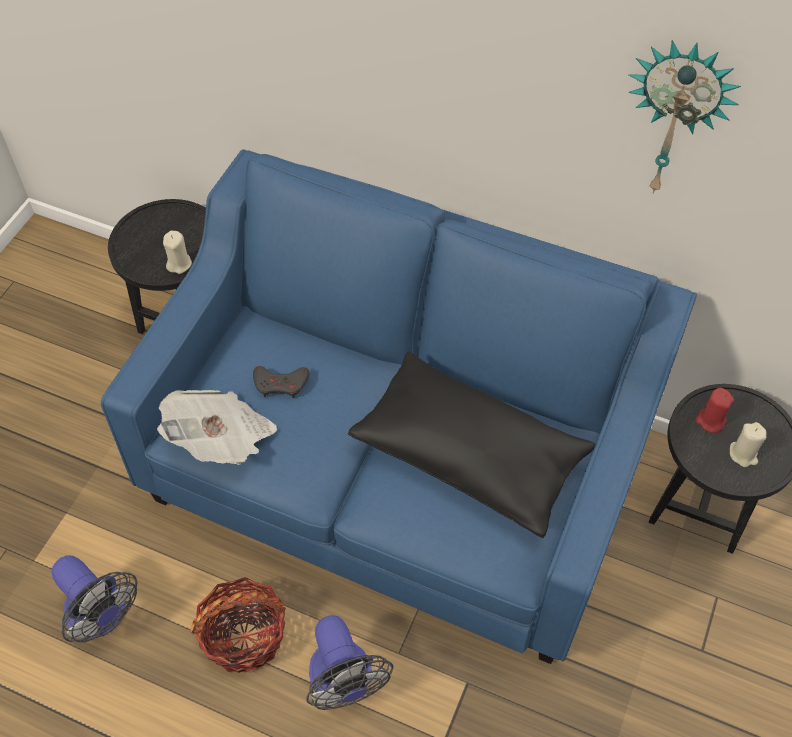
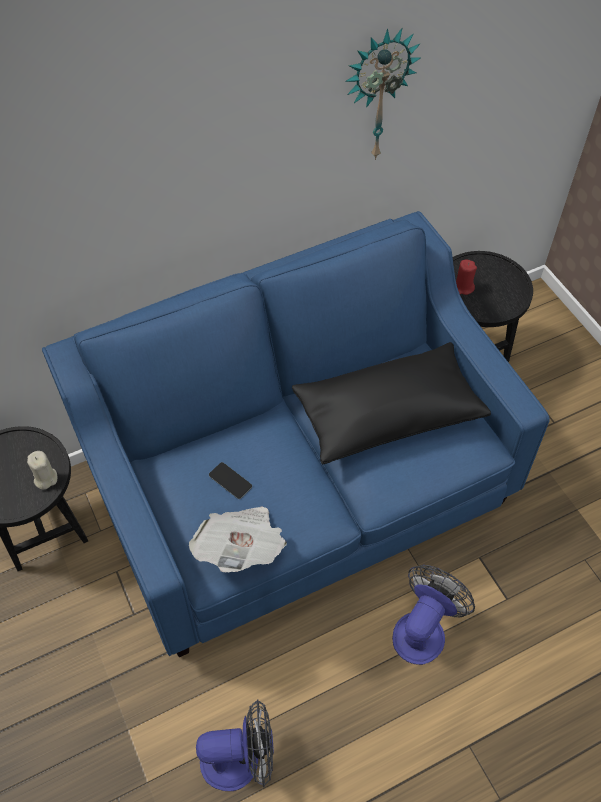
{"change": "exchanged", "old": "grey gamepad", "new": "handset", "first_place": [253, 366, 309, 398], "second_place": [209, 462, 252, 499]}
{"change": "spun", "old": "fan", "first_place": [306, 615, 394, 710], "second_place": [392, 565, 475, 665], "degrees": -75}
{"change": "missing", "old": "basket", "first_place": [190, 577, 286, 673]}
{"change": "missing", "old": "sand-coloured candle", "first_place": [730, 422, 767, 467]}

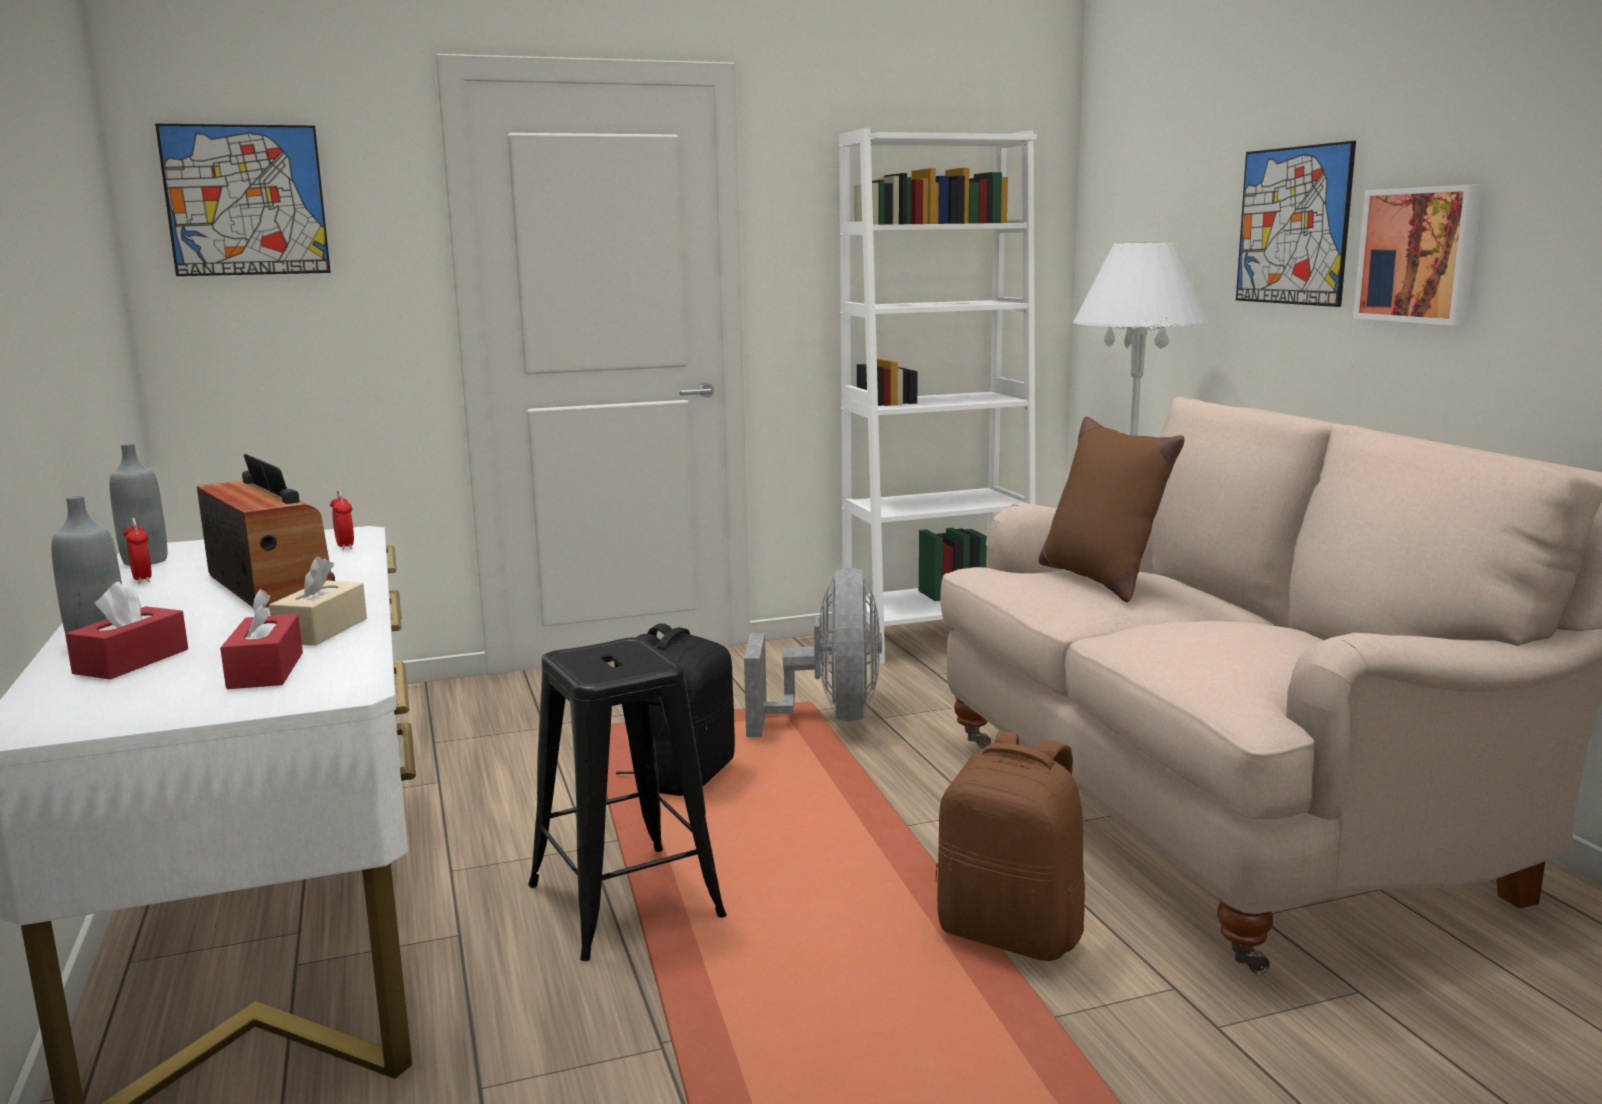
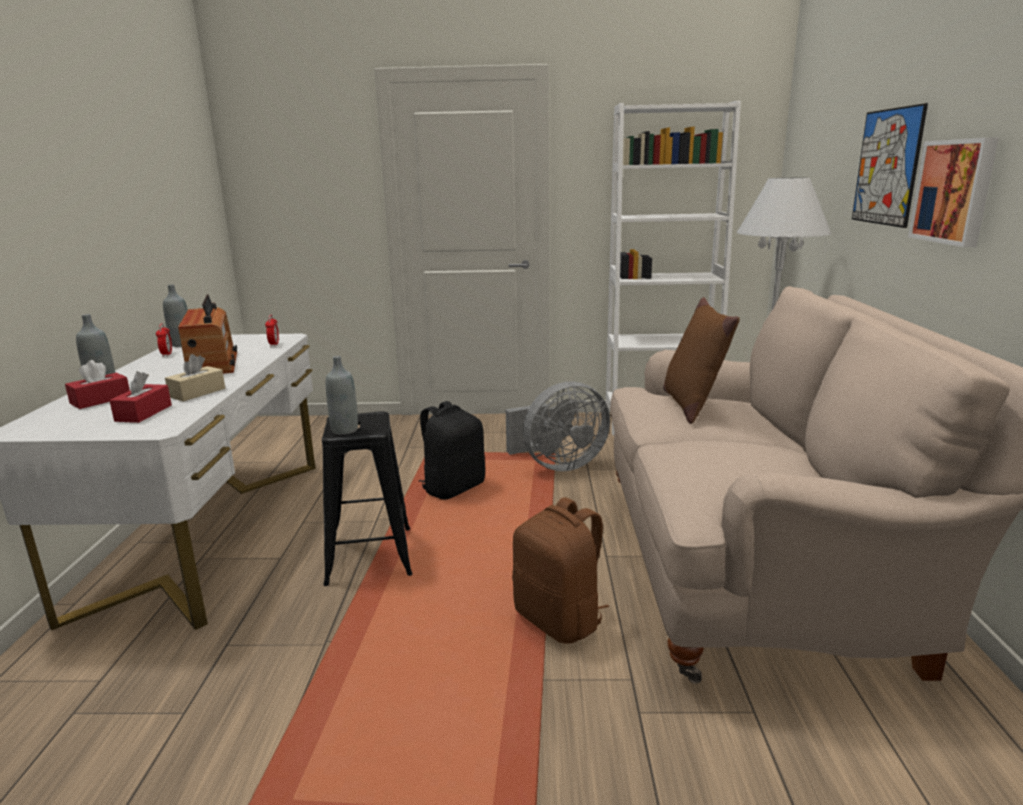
{"change": "appeared", "new": "grey bottle", "second_place": [326, 356, 358, 435]}
{"change": "spun", "old": "grey fan", "first_place": [744, 568, 882, 737], "second_place": [506, 381, 610, 471], "degrees": 45}
{"change": "missing", "old": "wall picture", "first_place": [155, 124, 331, 276]}

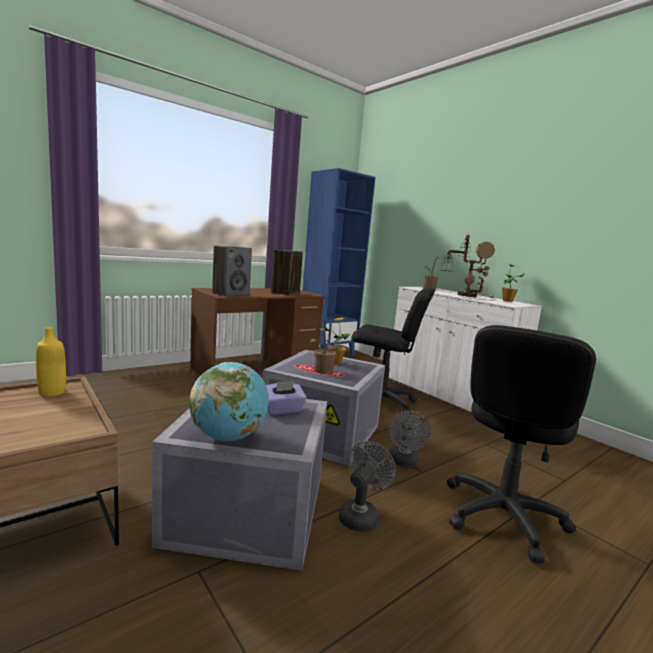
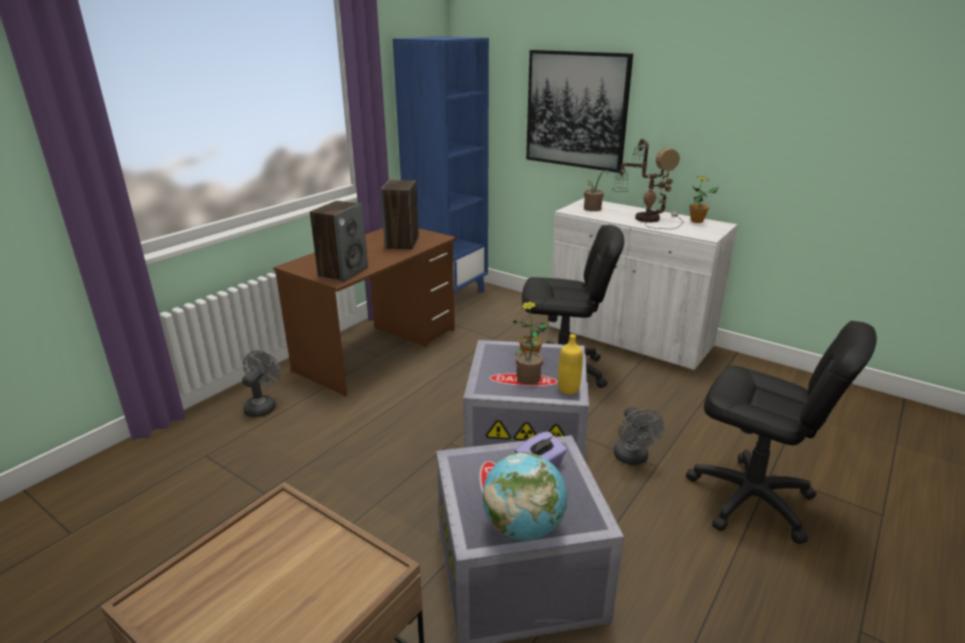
{"change": "relocated", "old": "grey fan", "first_place": [339, 441, 396, 532], "second_place": [242, 350, 281, 417]}
{"change": "appeared", "new": "wall picture", "second_place": [526, 50, 633, 173]}
{"change": "relocated", "old": "yellow-coloured bottle", "first_place": [36, 327, 66, 396], "second_place": [558, 334, 583, 395]}
{"change": "spun", "old": "black-coloured computer chair", "first_place": [447, 325, 596, 563], "second_place": [686, 321, 877, 544], "degrees": -75}

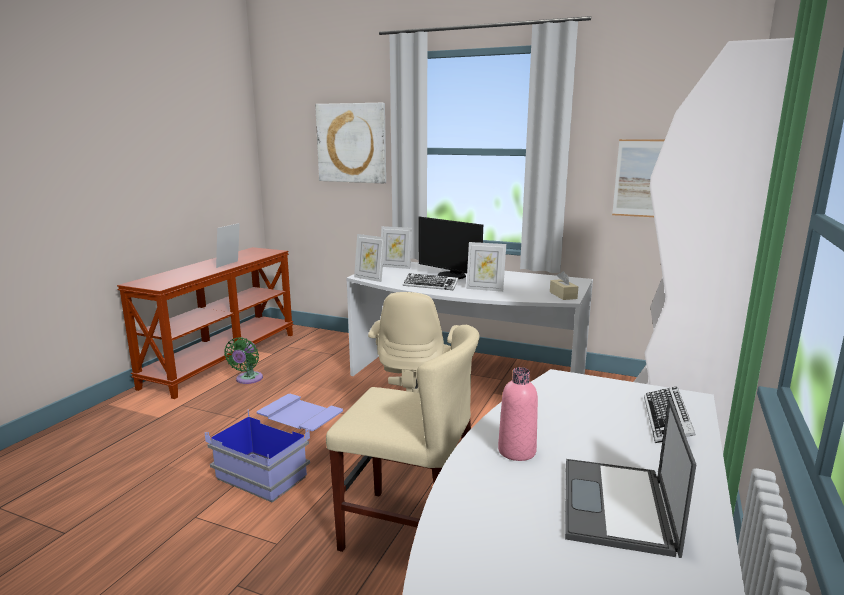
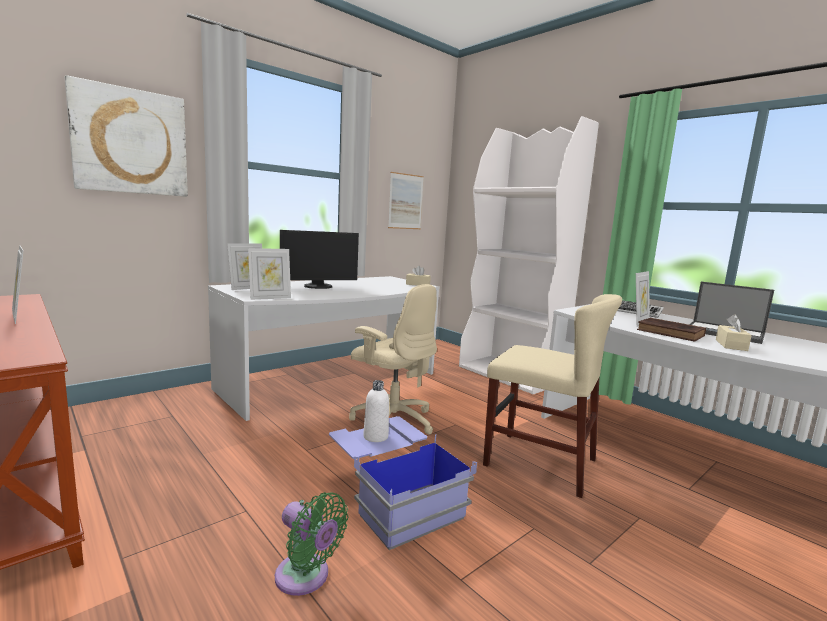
{"change": "relocated", "old": "green fan", "first_place": [224, 337, 263, 384], "second_place": [275, 492, 348, 596]}
{"change": "appeared", "new": "white bottle", "second_place": [363, 380, 389, 442]}
{"change": "spun", "old": "sand-coloured plain chair", "first_place": [326, 325, 479, 552], "second_place": [483, 294, 622, 498], "degrees": 75}
{"change": "relocated", "old": "picture frame", "first_place": [466, 242, 506, 292], "second_place": [636, 271, 650, 327]}
{"change": "exchanged", "old": "pinkish bottle", "new": "brown volume", "first_place": [498, 367, 538, 461], "second_place": [637, 318, 706, 341]}
{"change": "appeared", "new": "sand-coloured tissue holder", "second_place": [716, 314, 752, 351]}
{"change": "missing", "old": "computer keyboard", "first_place": [403, 273, 459, 290]}

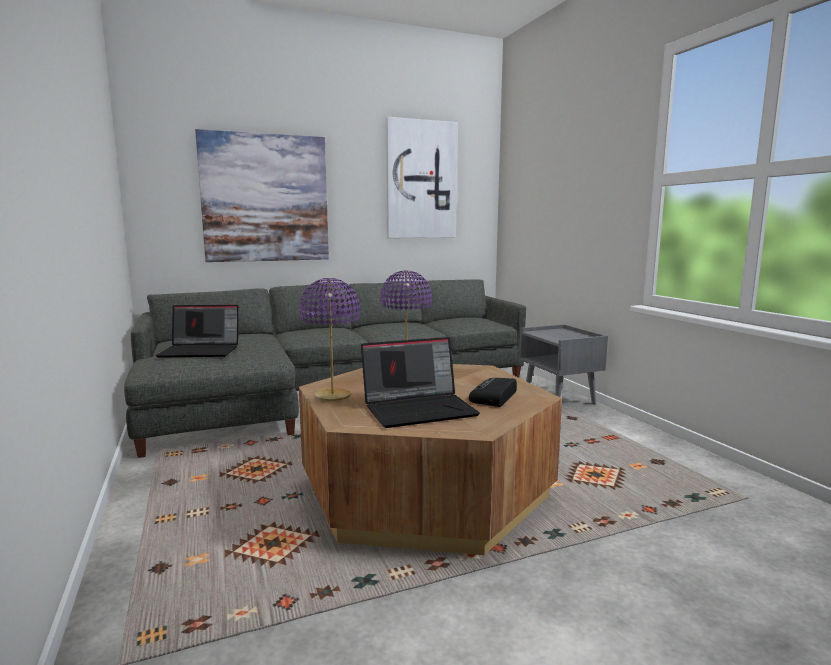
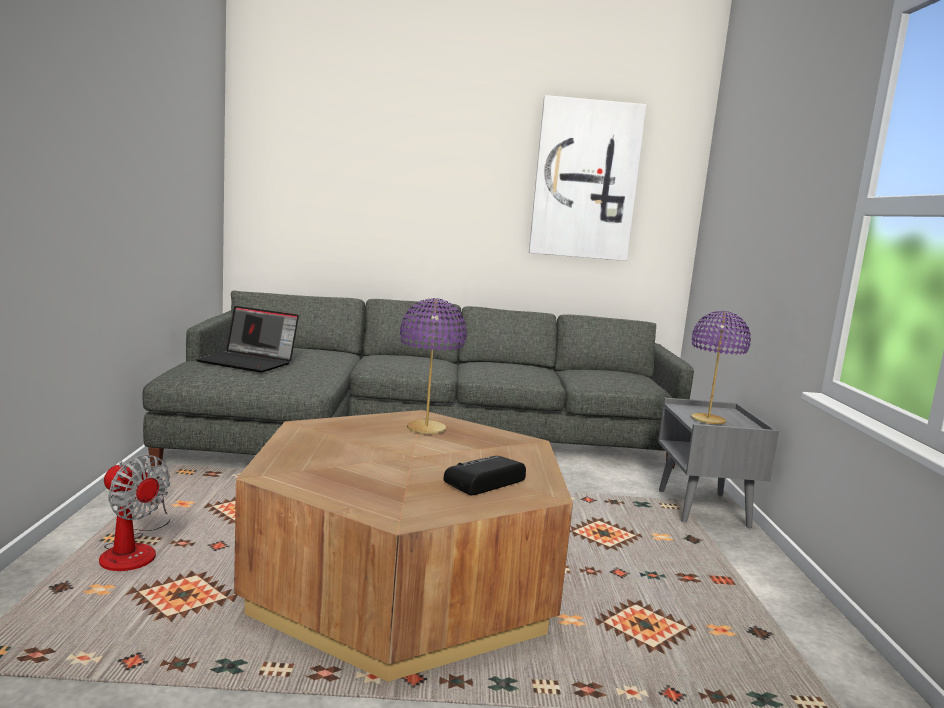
{"change": "appeared", "new": "fan", "second_place": [99, 455, 170, 571]}
{"change": "relocated", "old": "purple lamp for a table", "first_place": [299, 278, 360, 401], "second_place": [691, 311, 751, 424]}
{"change": "missing", "old": "wall picture", "first_place": [195, 129, 329, 262]}
{"change": "missing", "old": "notebook computer", "first_place": [361, 337, 480, 428]}

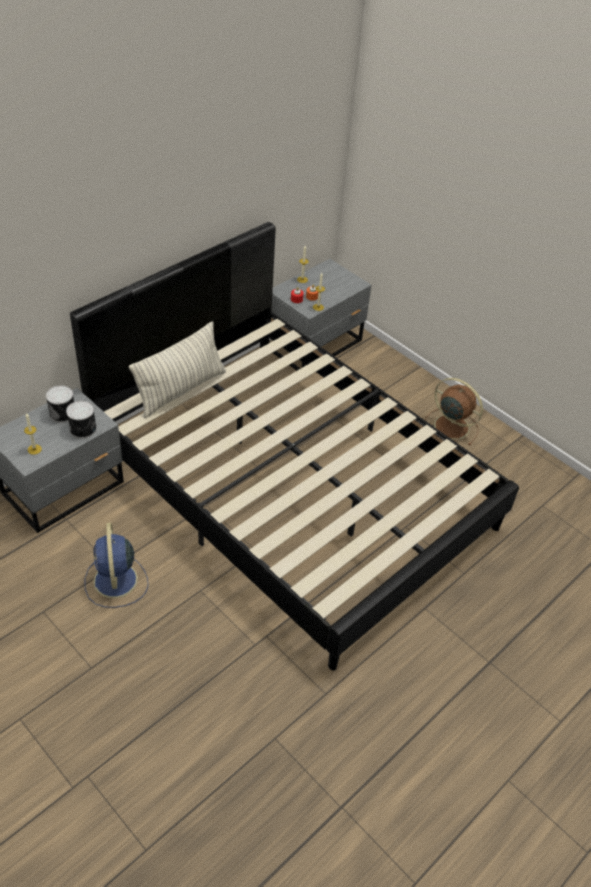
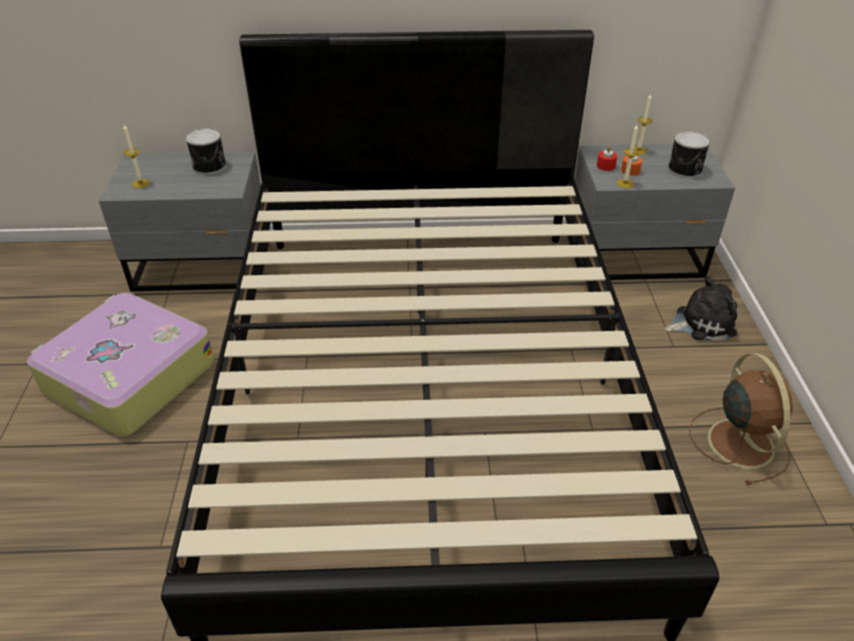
{"change": "exchanged", "old": "blue-coloured fan", "new": "travel case", "first_place": [85, 523, 148, 608], "second_place": [27, 293, 215, 437]}
{"change": "appeared", "new": "cuddly toy", "second_place": [664, 276, 738, 341]}
{"change": "relocated", "old": "sealed can", "first_place": [66, 401, 97, 439], "second_place": [668, 131, 710, 178]}
{"change": "missing", "old": "throw pillow", "first_place": [129, 321, 226, 418]}

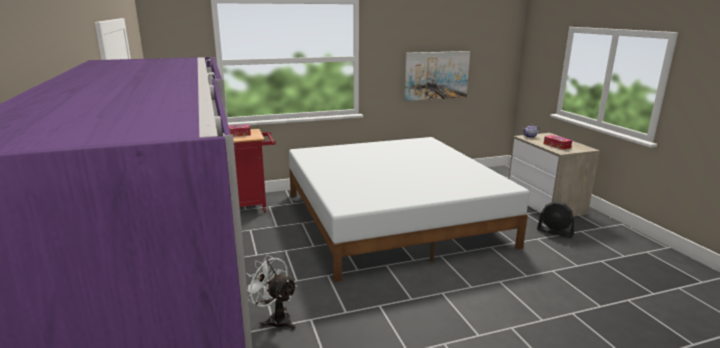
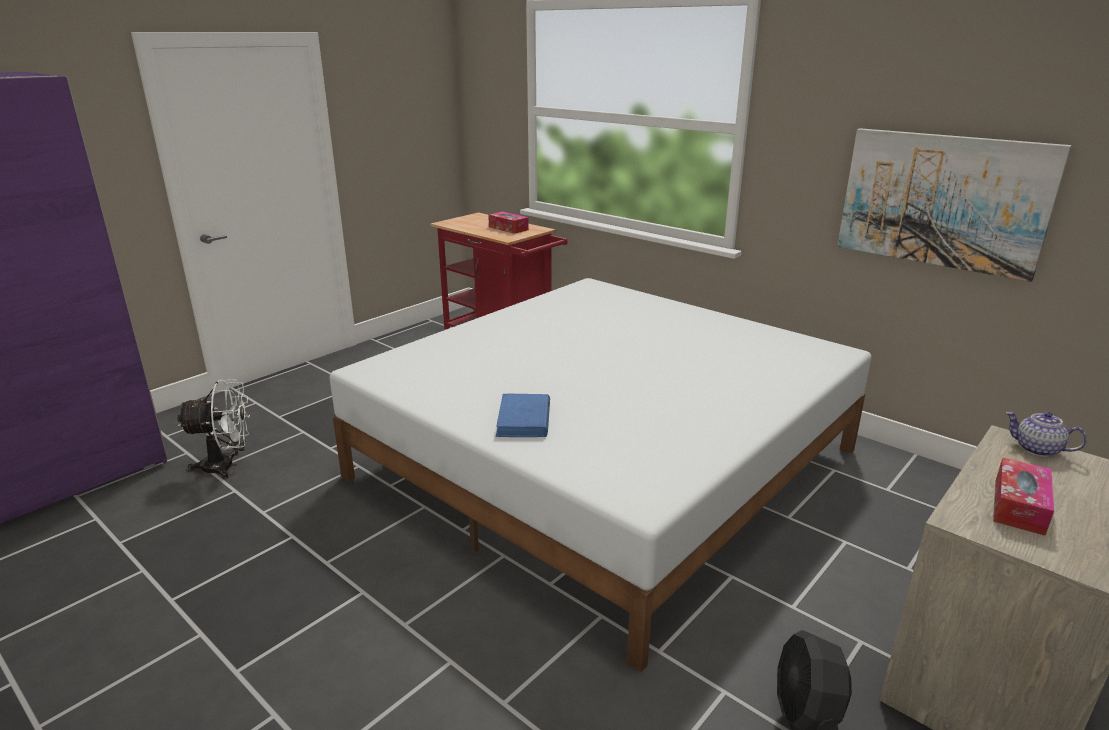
{"change": "spun", "old": "white fan", "first_place": [246, 255, 297, 330], "second_place": [177, 379, 250, 479], "degrees": 75}
{"change": "appeared", "new": "blue-coloured volume", "second_place": [496, 394, 550, 437]}

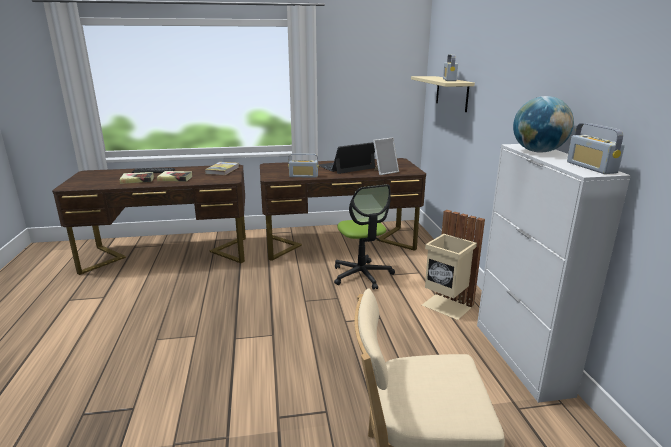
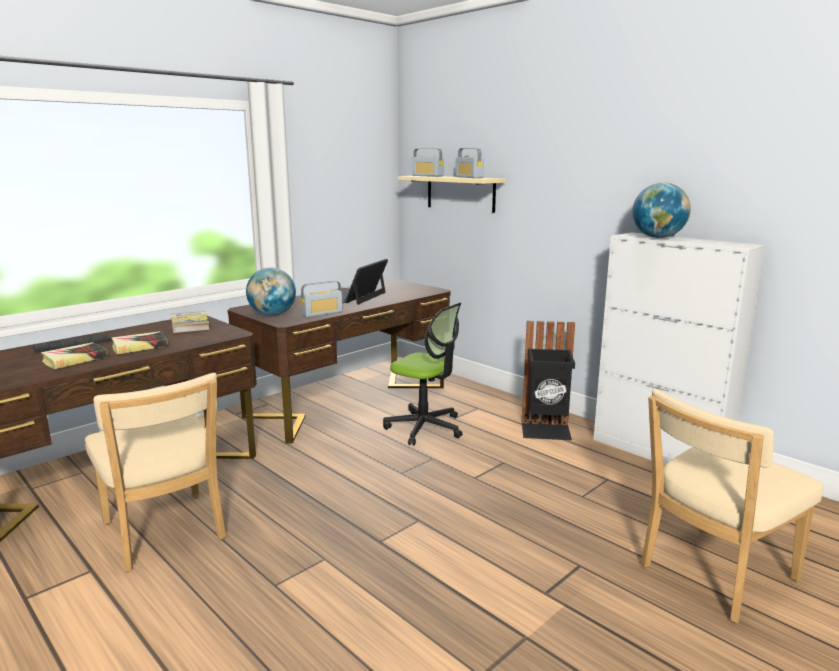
{"change": "appeared", "new": "sand-coloured plain chair", "second_place": [85, 373, 226, 572]}
{"change": "appeared", "new": "globe", "second_place": [246, 267, 296, 316]}
{"change": "relocated", "old": "radio", "first_place": [567, 123, 625, 174], "second_place": [412, 148, 444, 177]}
{"change": "colour", "old": "sand-coloured rubbish bin", "new": "black-coloured rubbish bin", "first_place": [422, 210, 485, 320], "second_place": [522, 321, 575, 440]}
{"change": "missing", "old": "picture frame", "first_place": [373, 137, 399, 175]}

